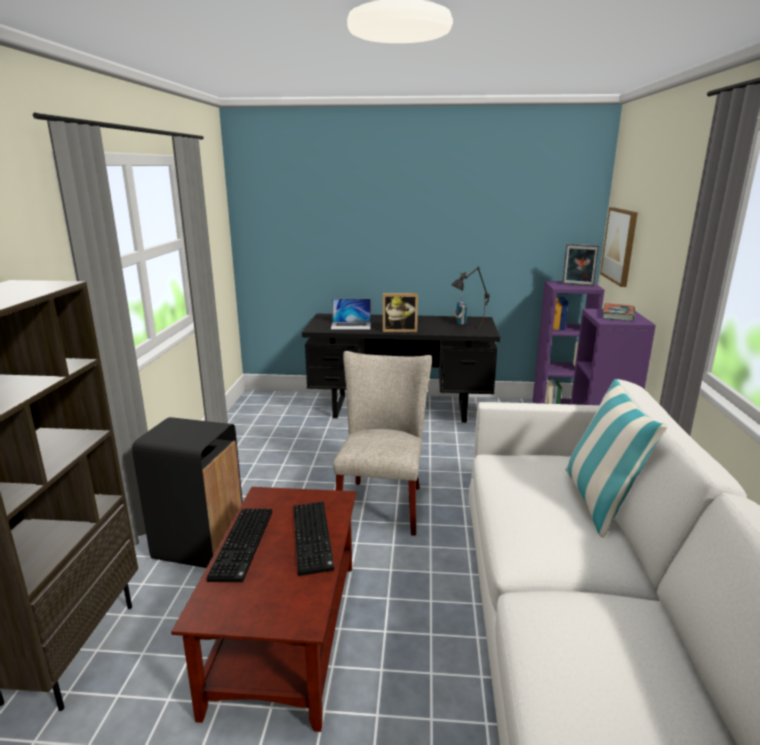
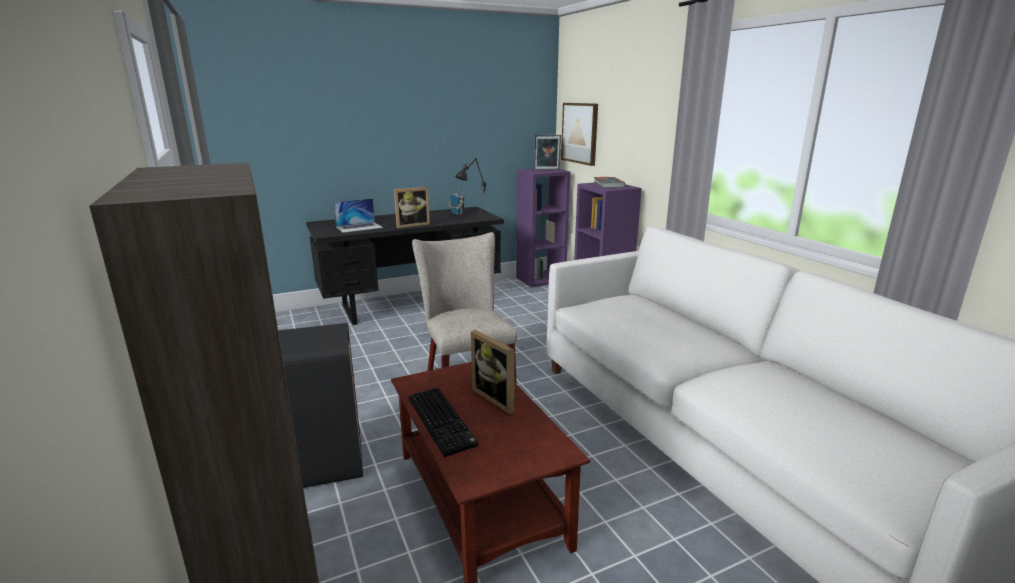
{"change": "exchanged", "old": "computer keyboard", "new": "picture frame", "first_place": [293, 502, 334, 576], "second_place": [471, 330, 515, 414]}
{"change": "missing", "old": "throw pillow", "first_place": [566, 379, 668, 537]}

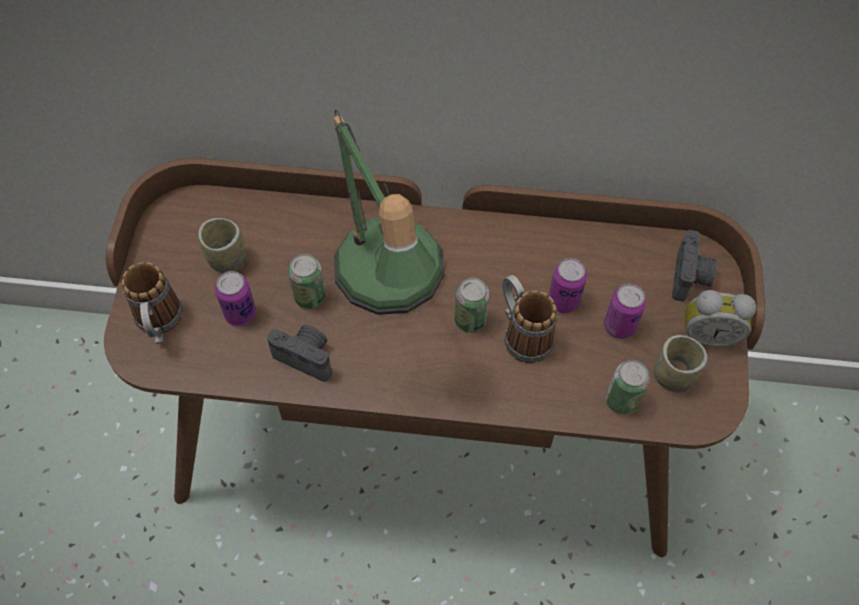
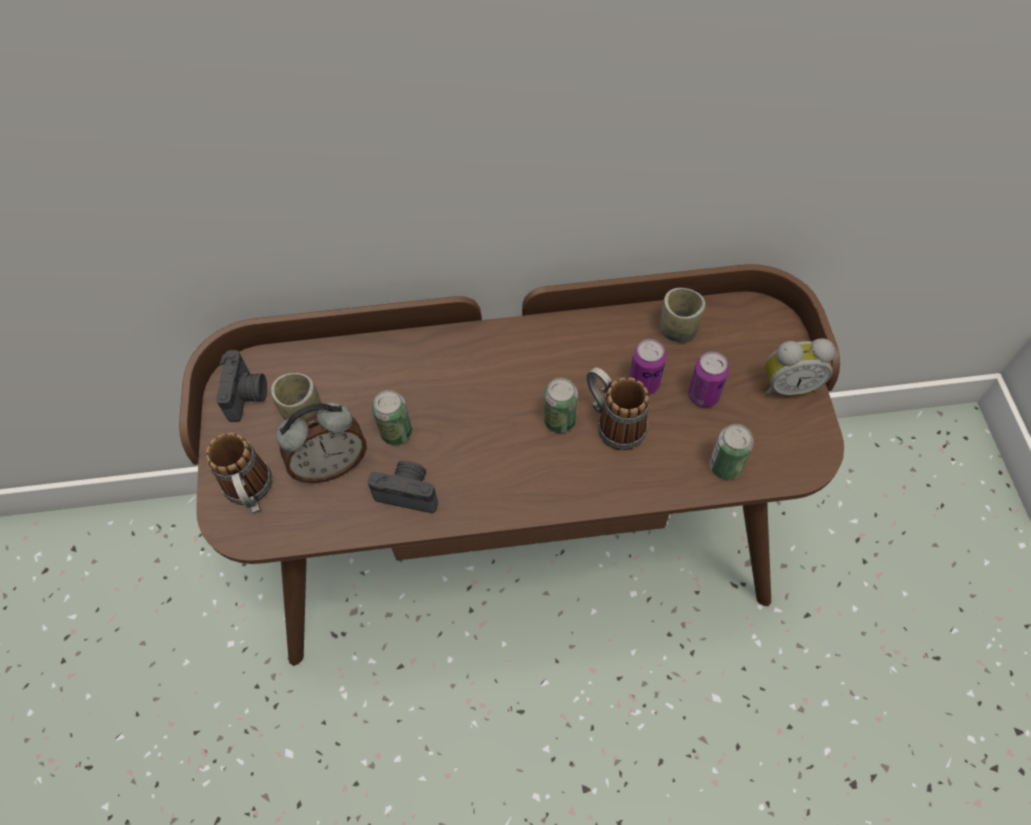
{"change": "relocated", "old": "still camera", "first_place": [672, 230, 717, 301], "second_place": [216, 350, 267, 422]}
{"change": "exchanged", "old": "sealed can", "new": "alarm clock", "first_place": [215, 271, 256, 326], "second_place": [276, 402, 367, 483]}
{"change": "relocated", "old": "small cup", "first_place": [654, 335, 708, 393], "second_place": [660, 288, 705, 343]}
{"change": "missing", "old": "lamp for a table", "first_place": [334, 110, 445, 315]}

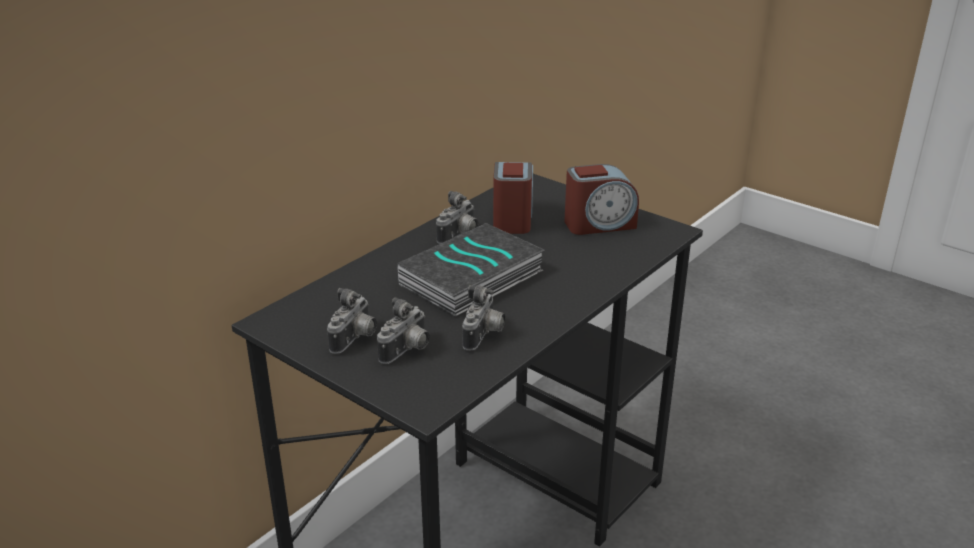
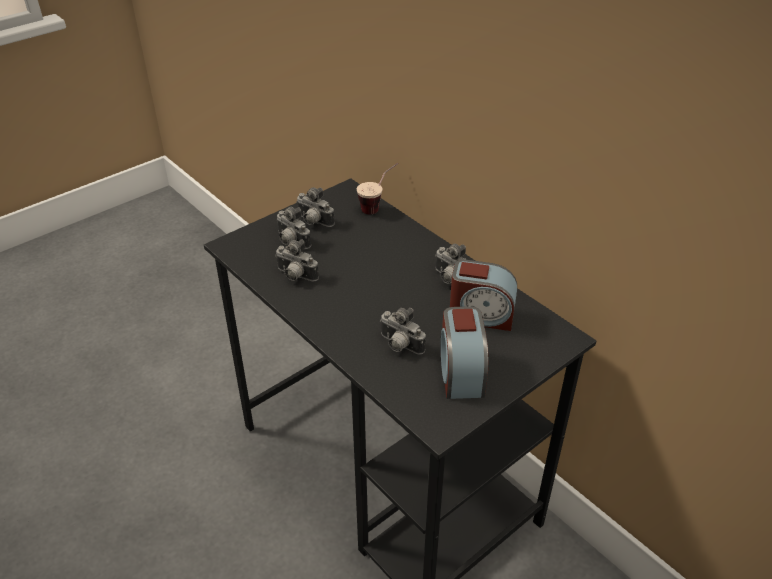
{"change": "appeared", "new": "small cup", "second_place": [357, 163, 398, 214]}
{"change": "appeared", "new": "still camera", "second_place": [380, 308, 426, 355]}
{"change": "missing", "old": "volume", "first_place": [397, 223, 545, 316]}

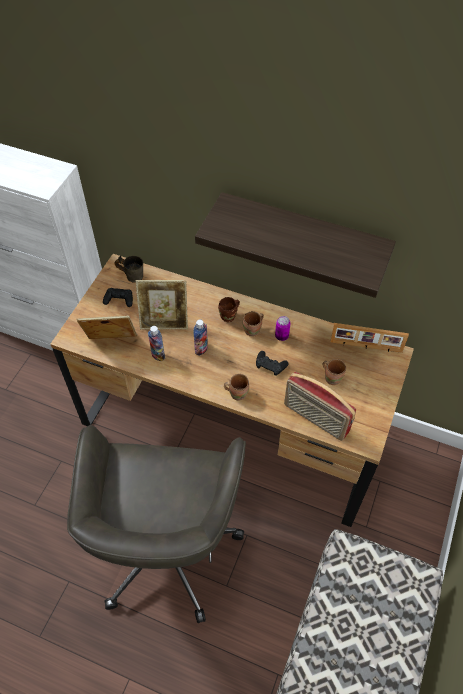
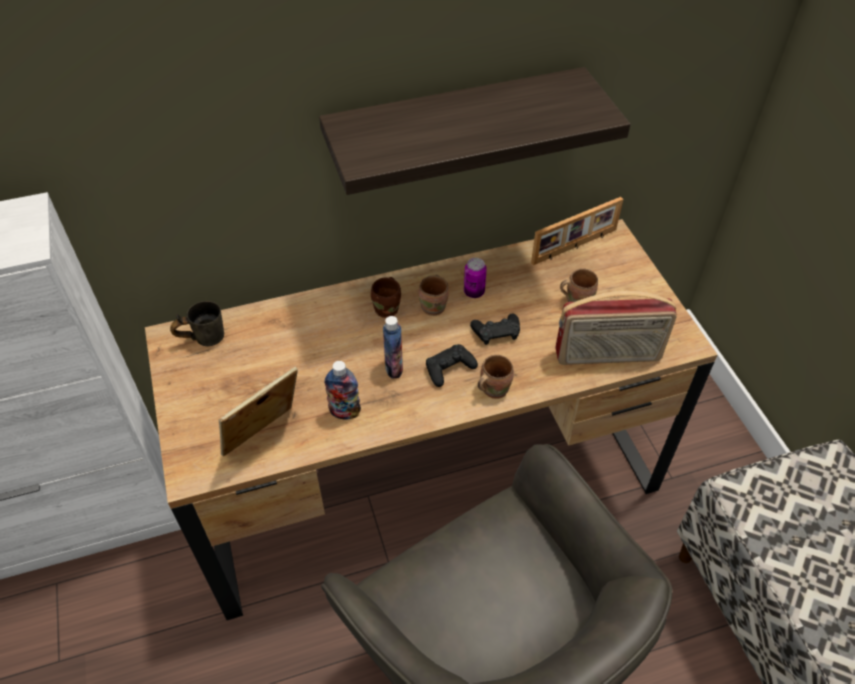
{"change": "relocated", "old": "black-coloured gamepad", "first_place": [103, 288, 133, 307], "second_place": [426, 344, 478, 387]}
{"change": "missing", "old": "picture frame", "first_place": [136, 280, 188, 330]}

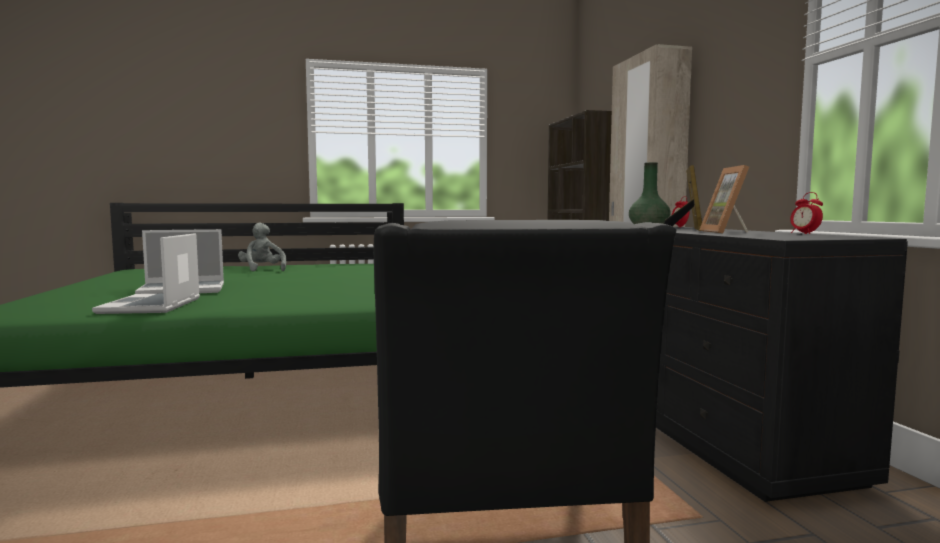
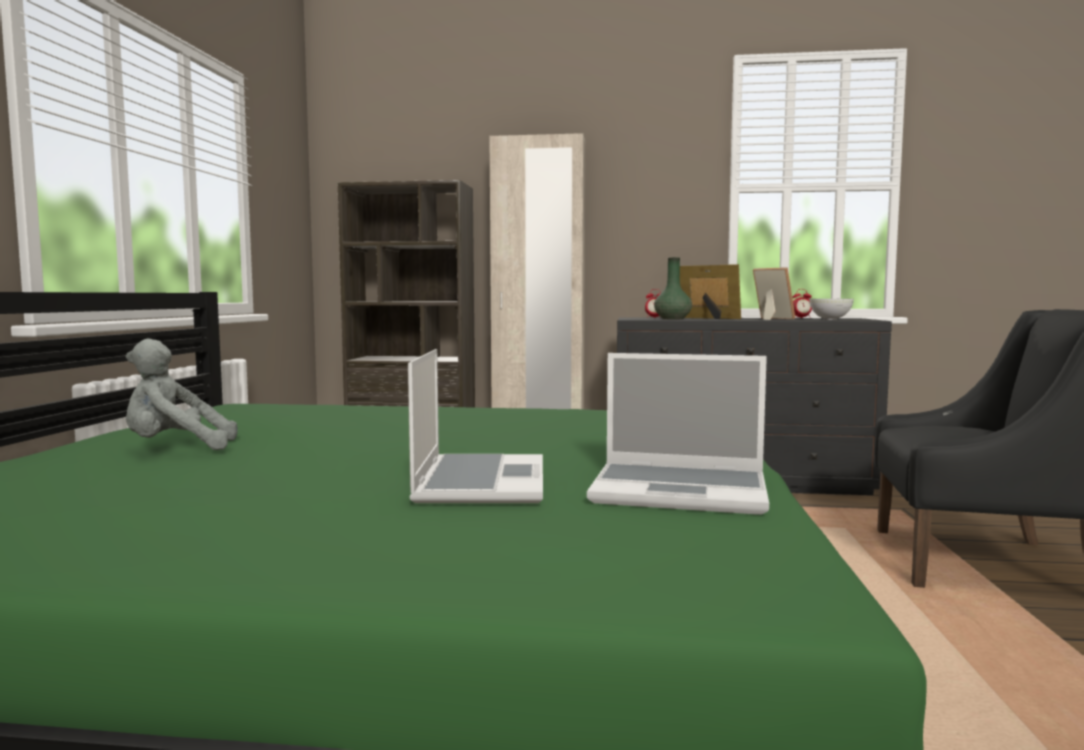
{"change": "spun", "old": "picture frame", "first_place": [699, 165, 749, 233], "second_place": [753, 267, 795, 320], "degrees": -150}
{"change": "appeared", "new": "deep dish", "second_place": [809, 299, 854, 320]}

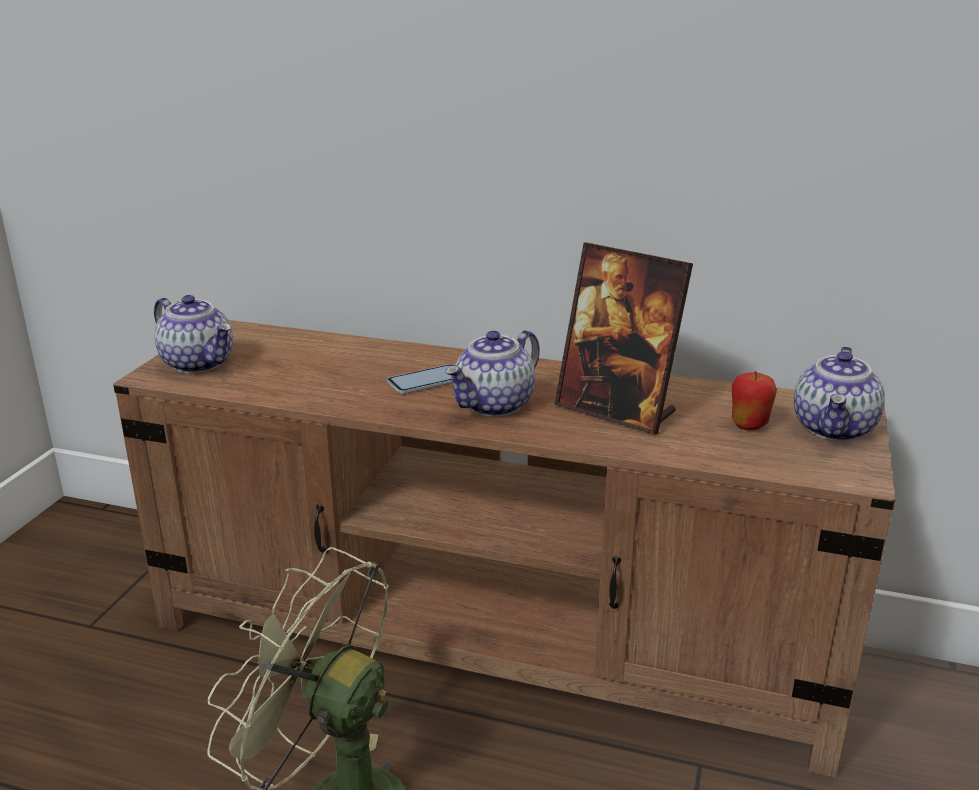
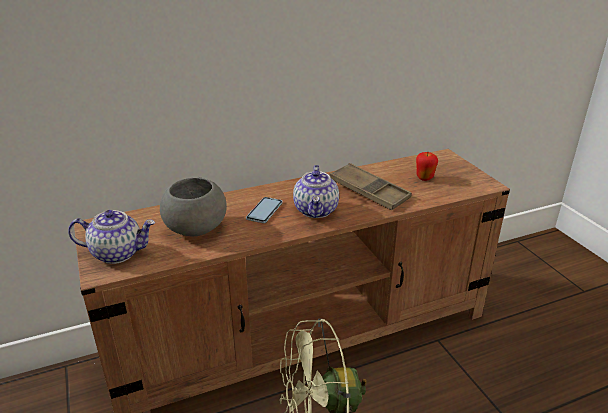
{"change": "appeared", "new": "grey deep dish", "second_place": [160, 177, 227, 236]}
{"change": "exchanged", "old": "picture frame", "new": "brown serving tray", "first_place": [554, 242, 693, 435], "second_place": [329, 163, 412, 210]}
{"change": "missing", "old": "teapot", "first_place": [794, 346, 885, 441]}

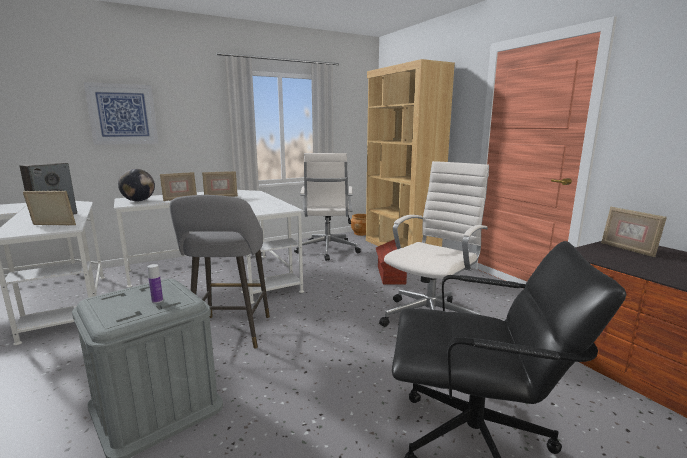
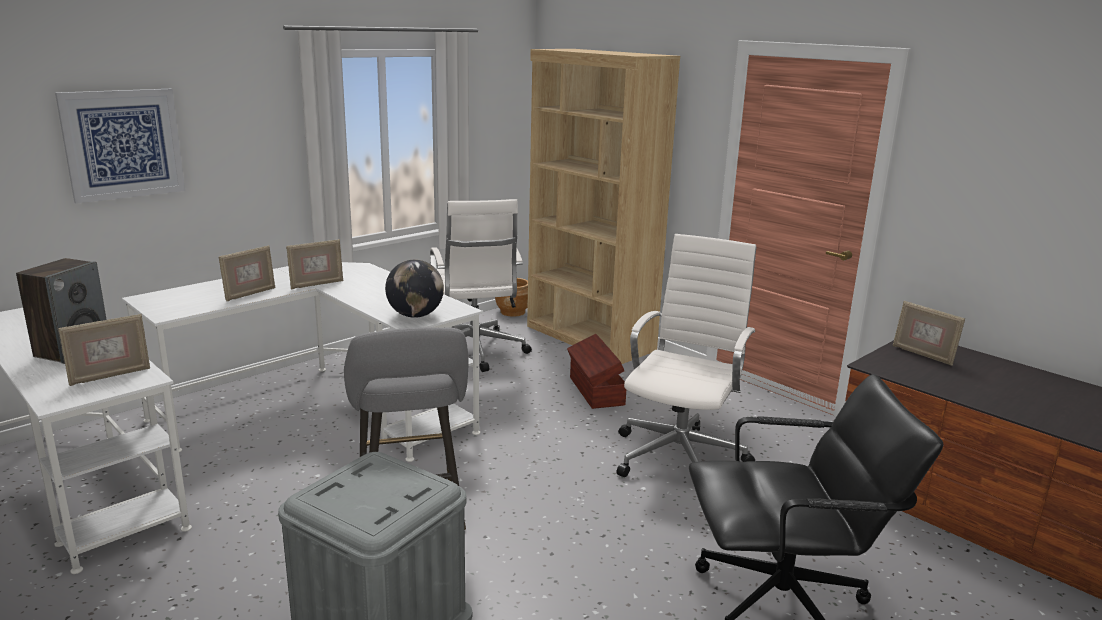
{"change": "spun", "old": "picture frame", "first_place": [23, 191, 76, 226], "second_place": [58, 314, 150, 386], "degrees": 150}
{"change": "relocated", "old": "globe", "first_place": [118, 169, 155, 201], "second_place": [385, 260, 444, 318]}
{"change": "missing", "old": "bottle", "first_place": [147, 264, 163, 303]}

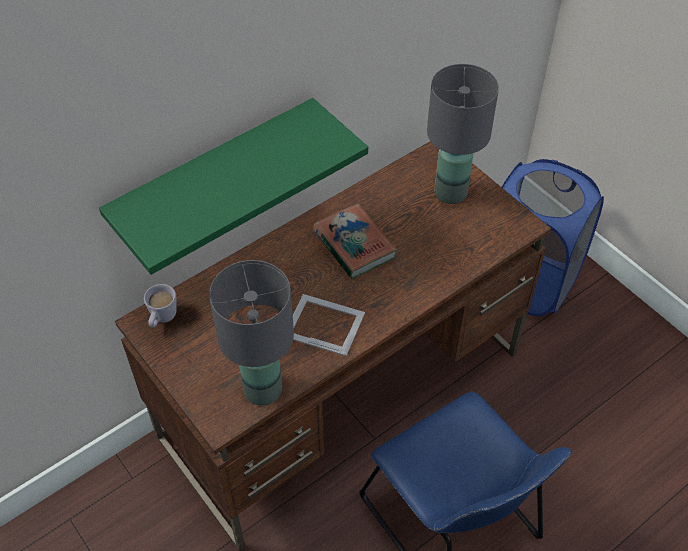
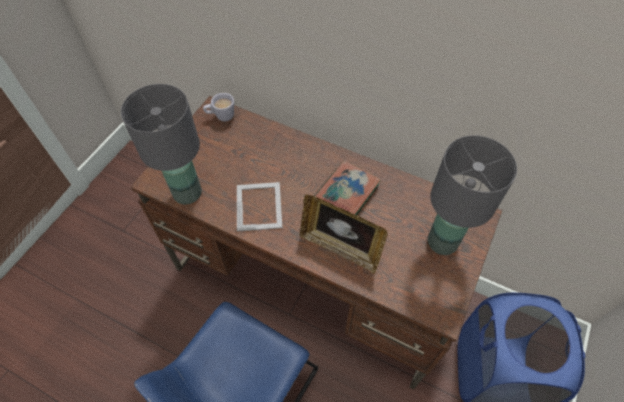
{"change": "appeared", "new": "picture frame", "second_place": [300, 194, 388, 274]}
{"change": "missing", "old": "green wall shelf", "first_place": [99, 98, 368, 275]}

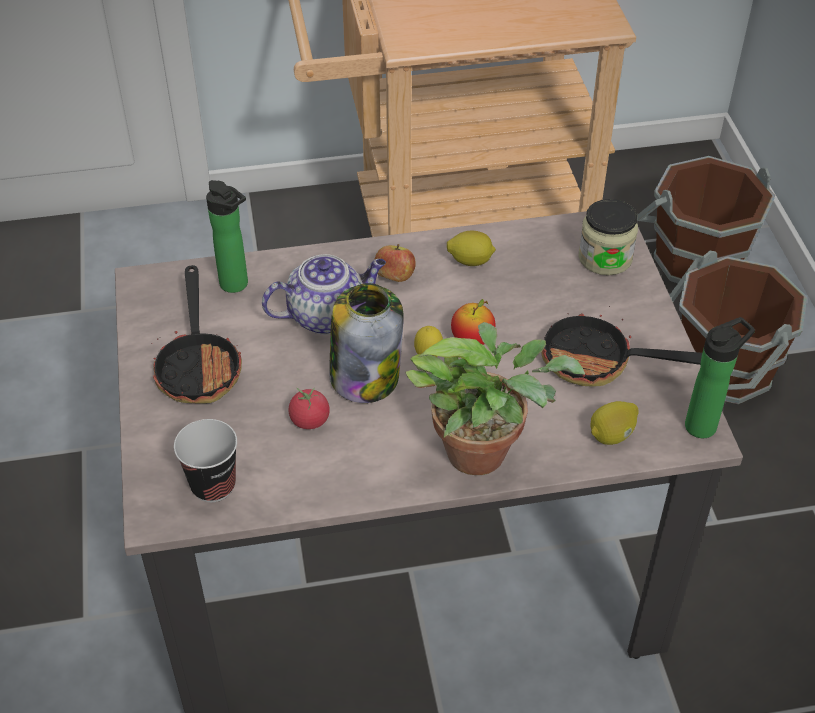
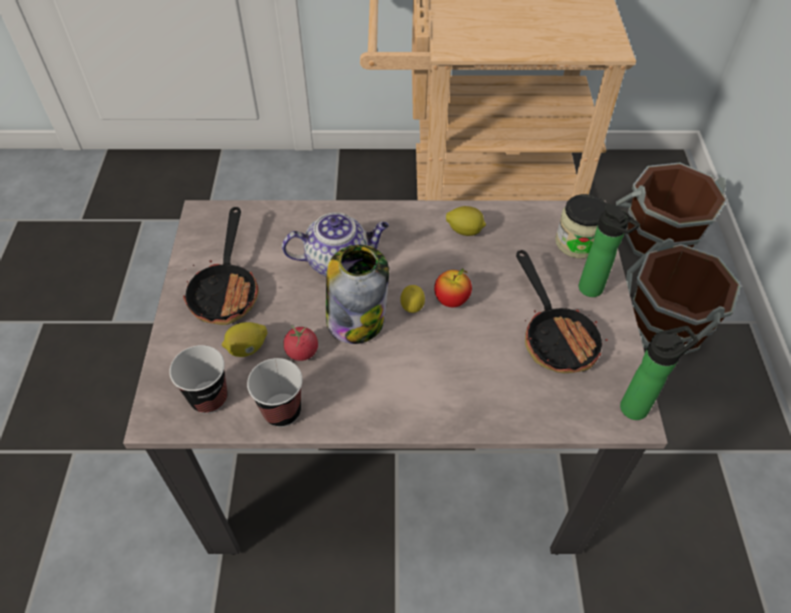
{"change": "relocated", "old": "citrus fruit", "first_place": [590, 401, 639, 445], "second_place": [222, 322, 267, 357]}
{"change": "appeared", "new": "small cup", "second_place": [247, 358, 302, 427]}
{"change": "spun", "old": "skillet", "first_place": [541, 306, 702, 387], "second_place": [516, 250, 608, 373], "degrees": -135}
{"change": "relocated", "old": "bottle", "first_place": [206, 180, 248, 293], "second_place": [579, 204, 640, 297]}
{"change": "missing", "old": "whole apple", "first_place": [374, 244, 416, 282]}
{"change": "missing", "old": "potted plant", "first_place": [405, 322, 585, 475]}

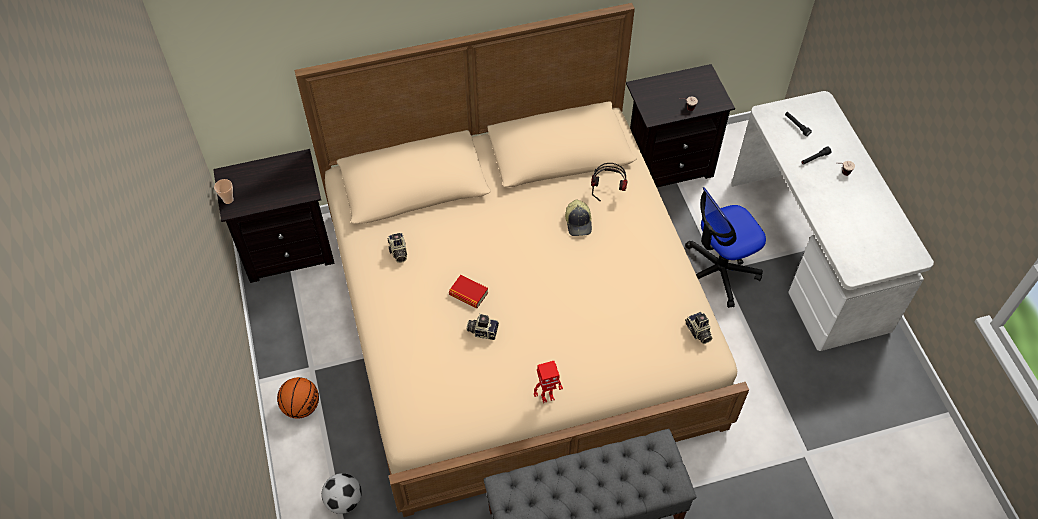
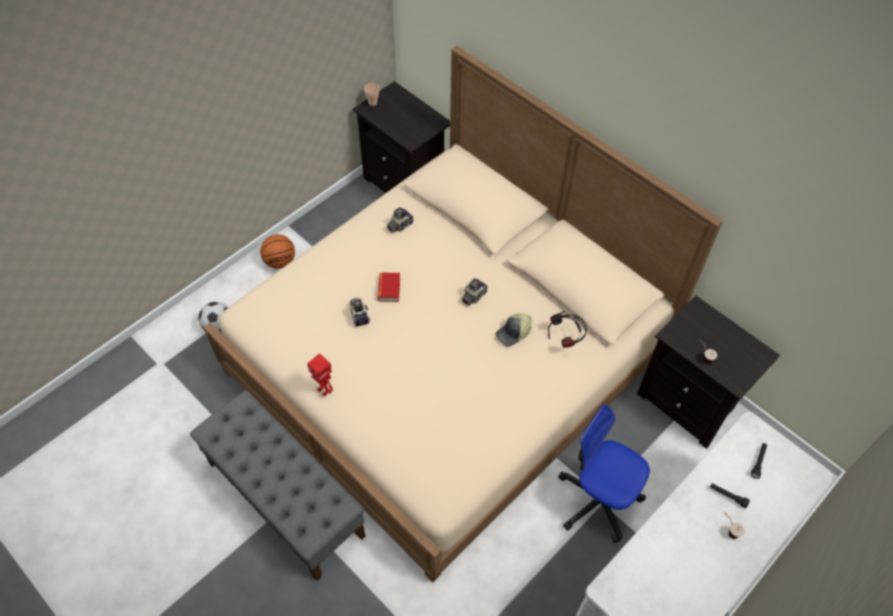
{"change": "relocated", "old": "still camera", "first_place": [685, 312, 713, 344], "second_place": [462, 278, 488, 306]}

